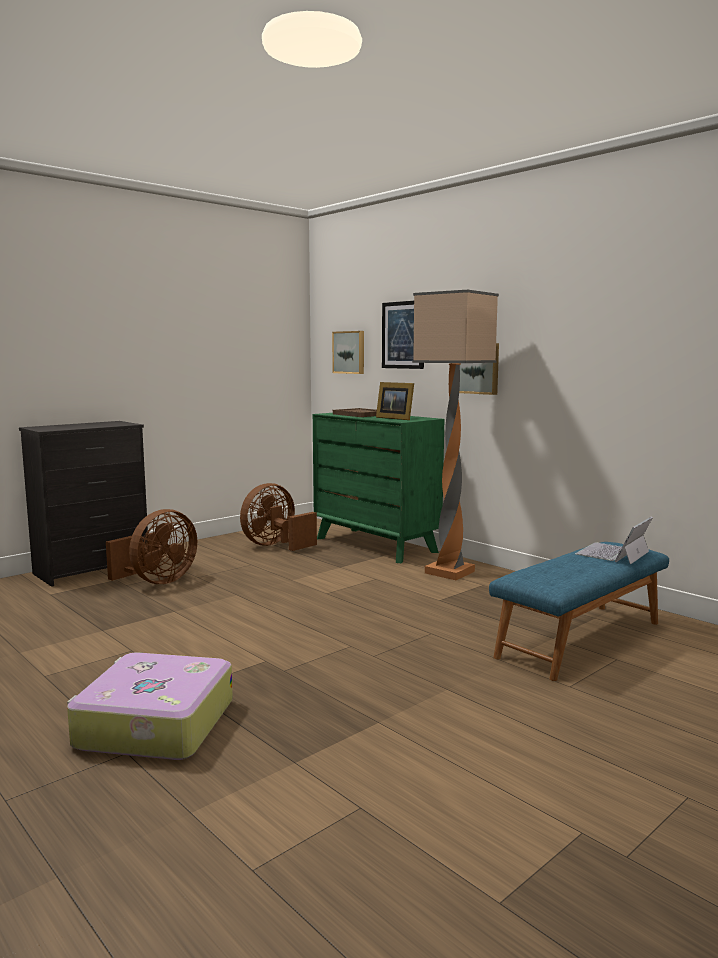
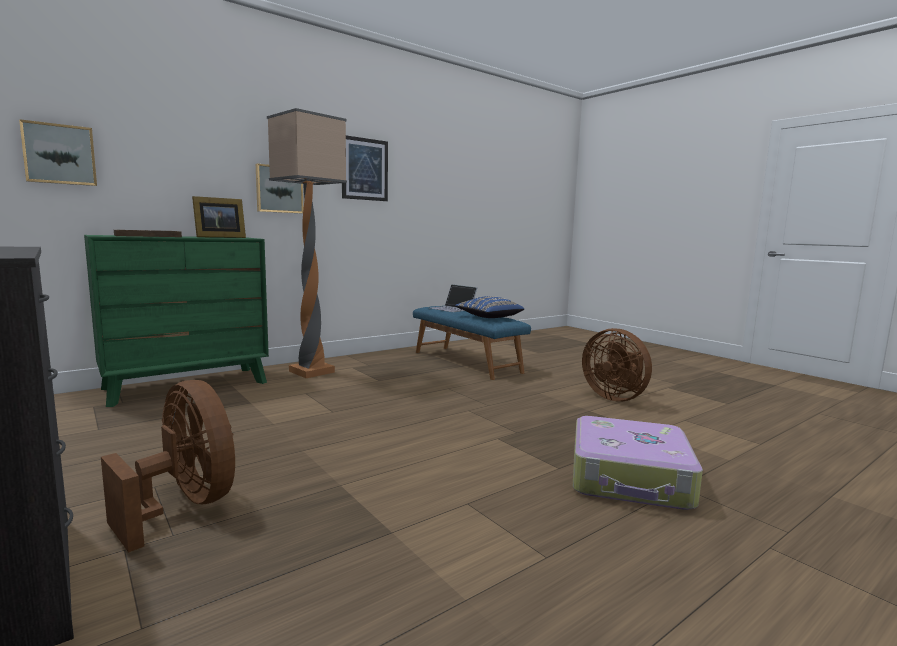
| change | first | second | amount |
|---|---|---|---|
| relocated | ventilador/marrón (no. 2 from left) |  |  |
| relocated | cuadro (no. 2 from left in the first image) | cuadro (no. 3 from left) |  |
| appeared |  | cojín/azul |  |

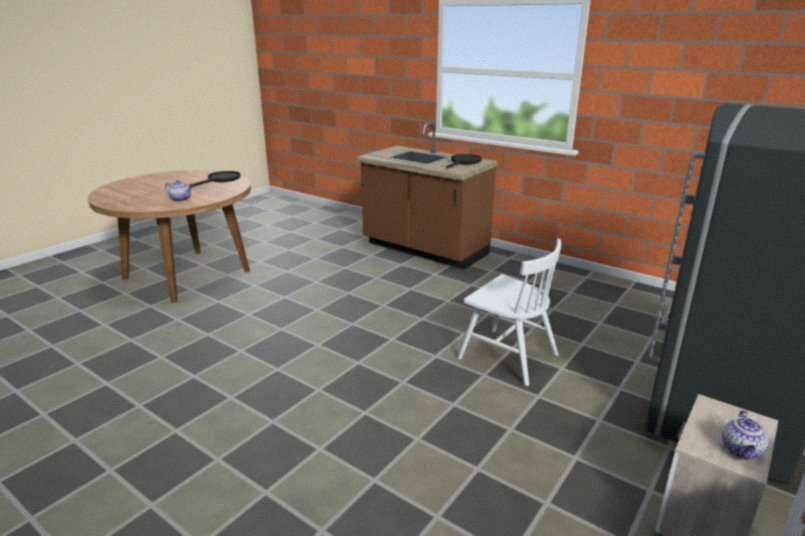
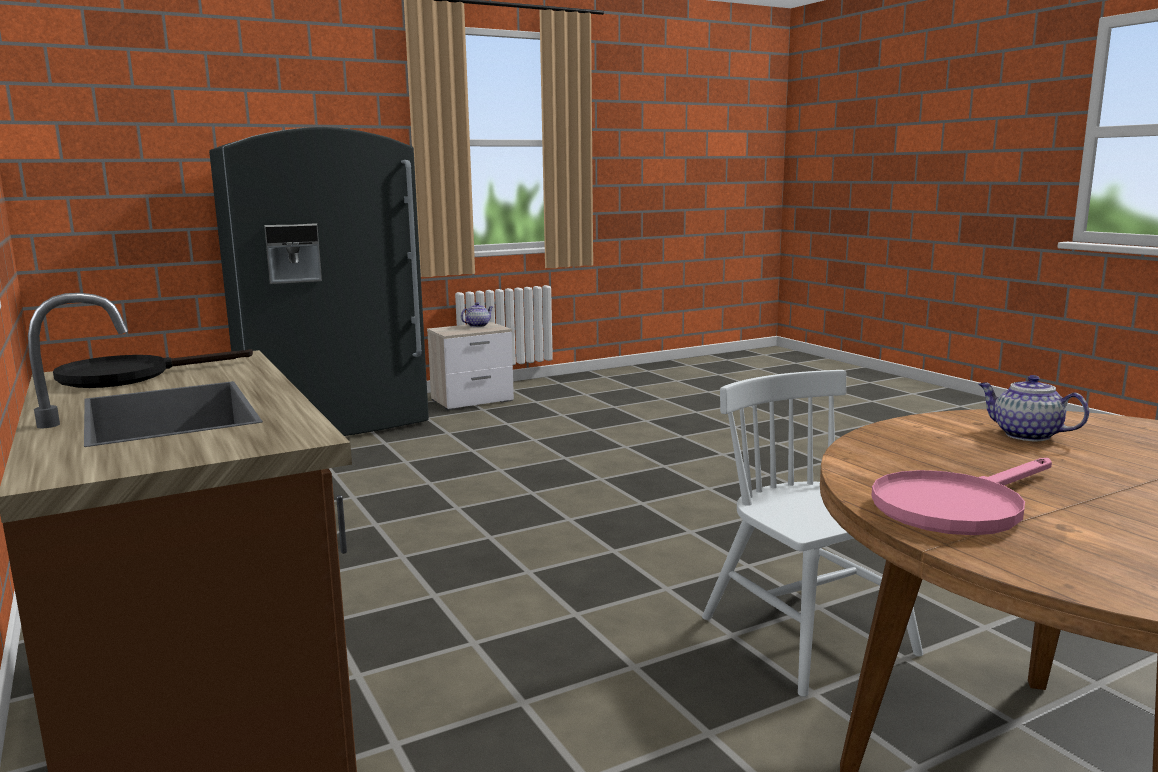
| change | first | second | amount |
|---|---|---|---|
| colour | sartén/negro (no. 1 from left) | sartén/rosa |  |
| relocated | silla/blanco |  |  |

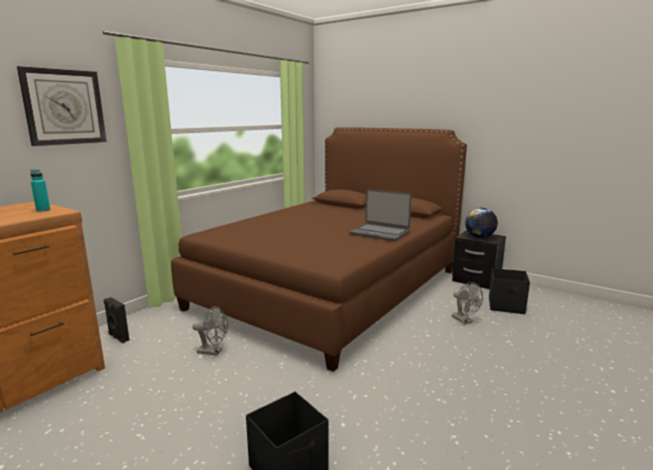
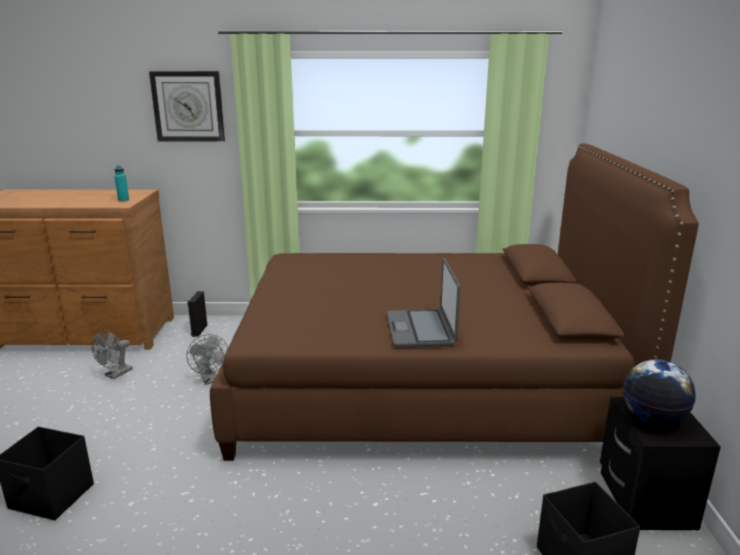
| change | first | second | amount |
|---|---|---|---|
| relocated | ventilador/gris (no. 2 from left in the first image) | ventilador/gris (no. 1 from left) |  |

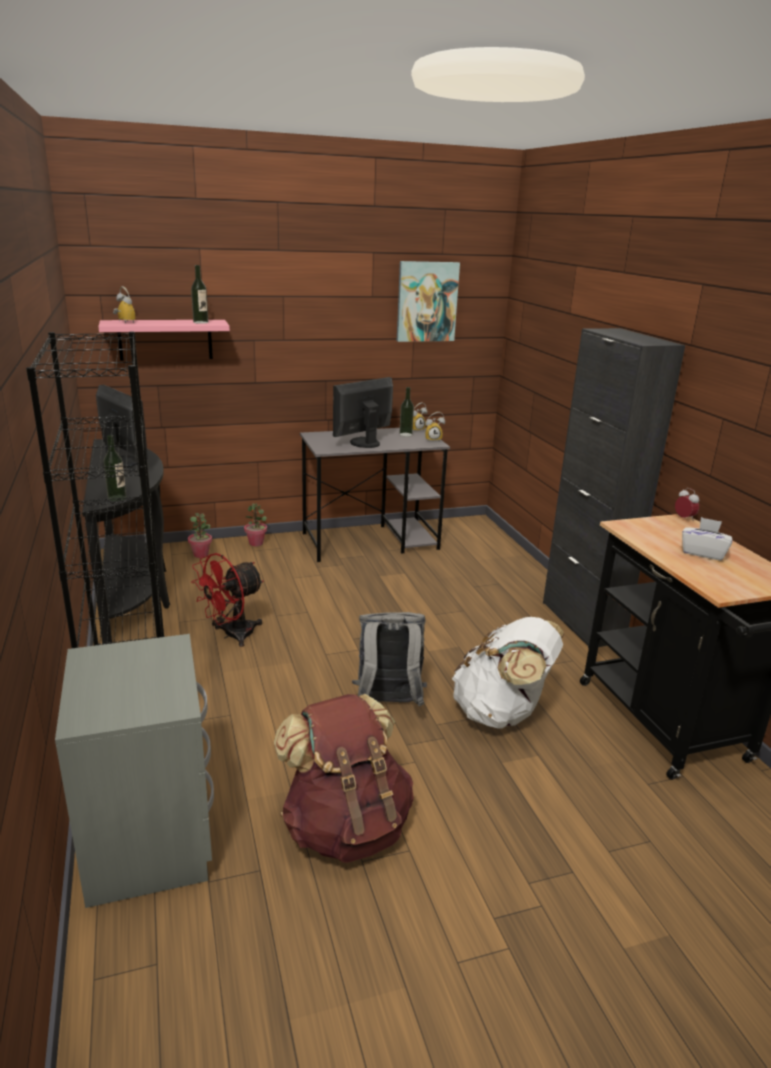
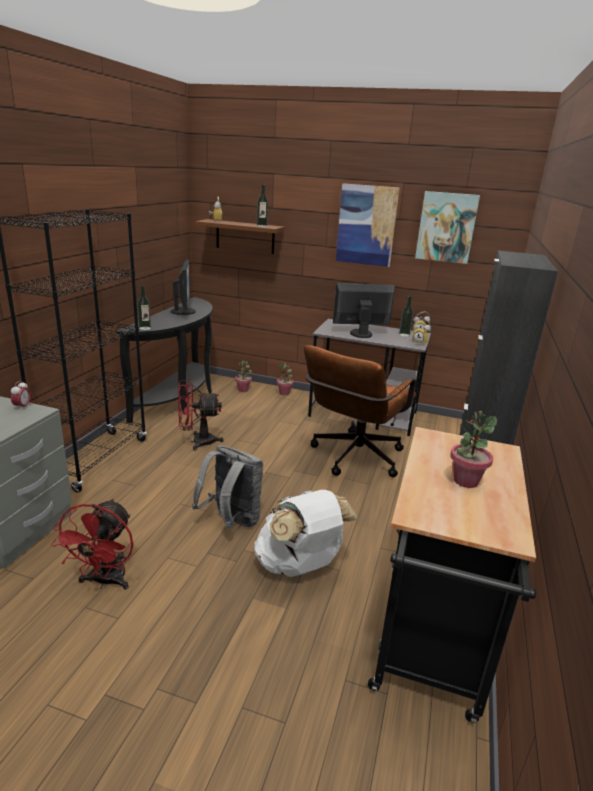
| change | first | second | amount |
|---|---|---|---|
| colour | estante/rosa | estante/marrón |  |
| exchanged | mochila/marrón | ventilador/rojo (no. 1 from left) |  |
| relocated | despertador (no. 4 from left in the first image) | despertador (no. 1 from left) |  |
| exchanged | caja de pañuelos/blanco | planta en maceta (no. 3 from left) |  |
| appeared |  | silla de oficina/marrón |  |
| appeared |  | cuadro (no. 1 from left) |  |

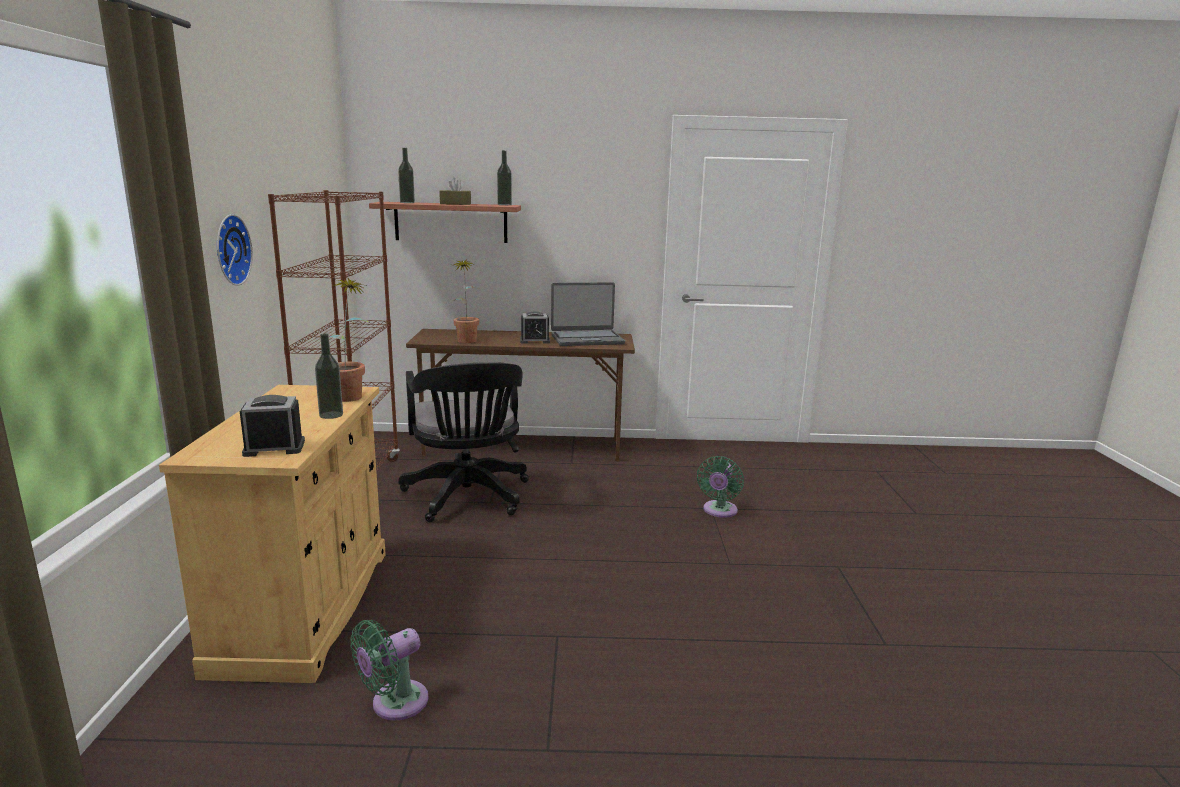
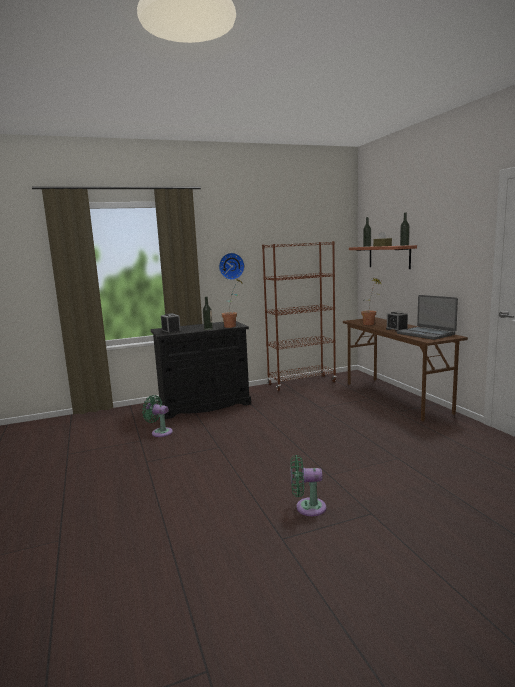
| change | first | second | amount |
|---|---|---|---|
| colour | armario/beis | armario/negro |  |
| missing | silla de oficina/negro |  |  |
| relocated | ventilador/verde (no. 2 from left) |  |  |

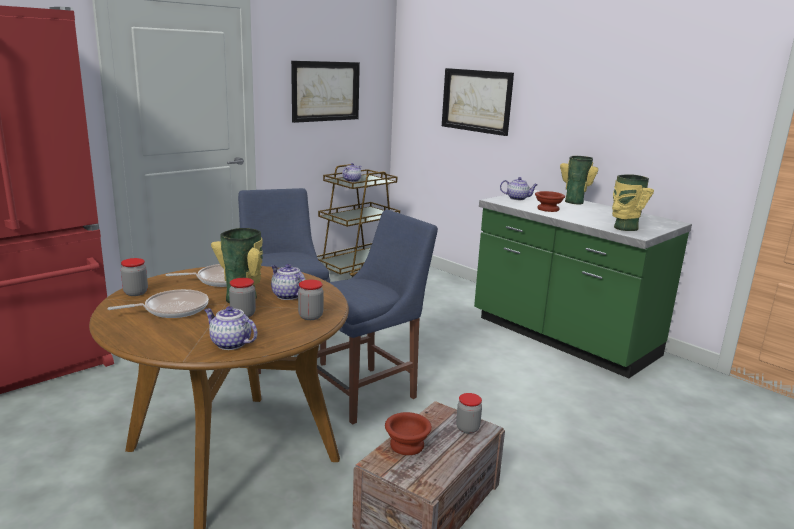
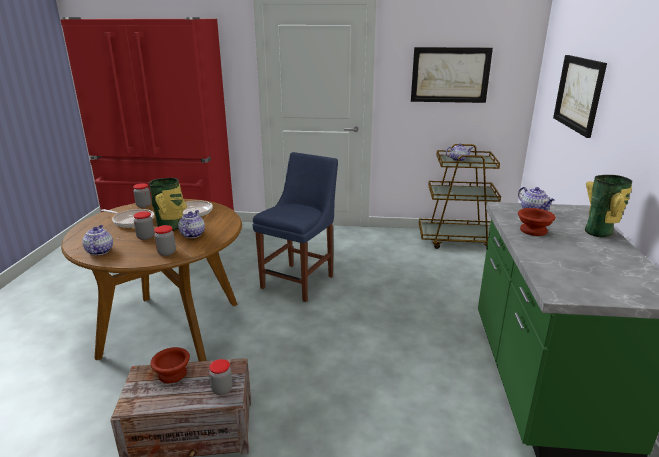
| change | first | second | amount |
|---|---|---|---|
| missing | silla/azul (no. 2 from left) |  |  |
| missing | florero (no. 3 from left) |  |  |

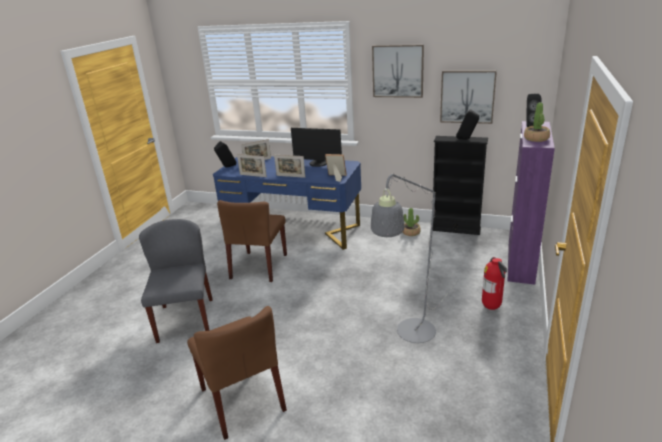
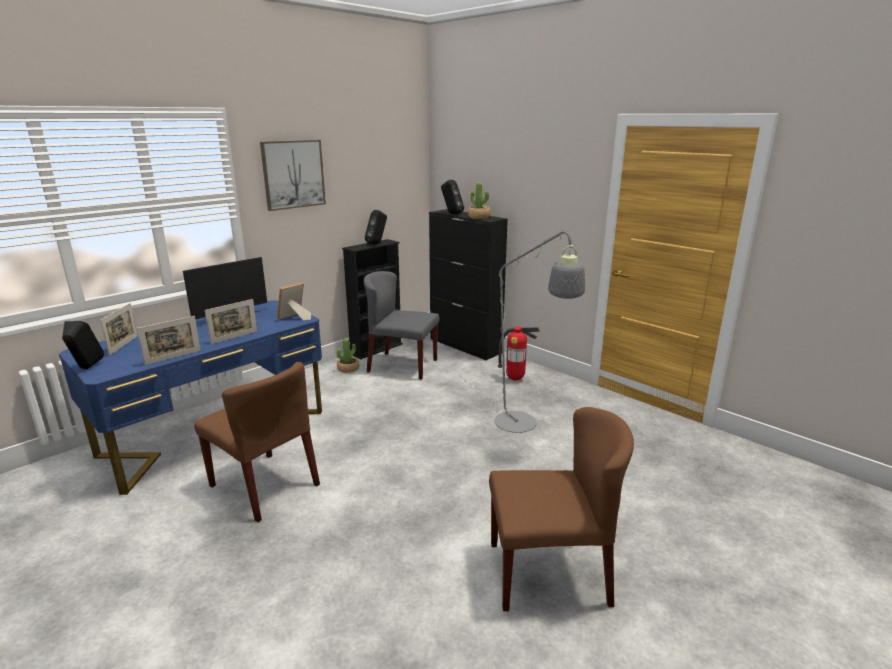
| change | first | second | amount |
|---|---|---|---|
| relocated | silla/gris |  |  |
| missing | cuadro (no. 2 from left) |  |  |
| colour | armario/morado | armario/negro |  |

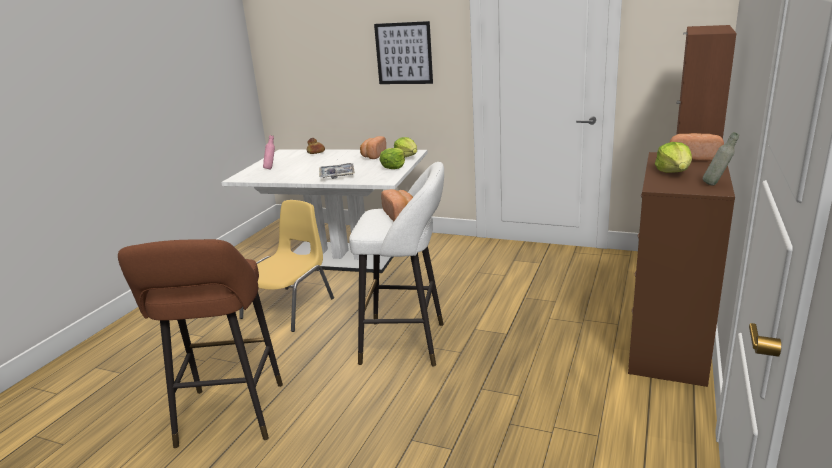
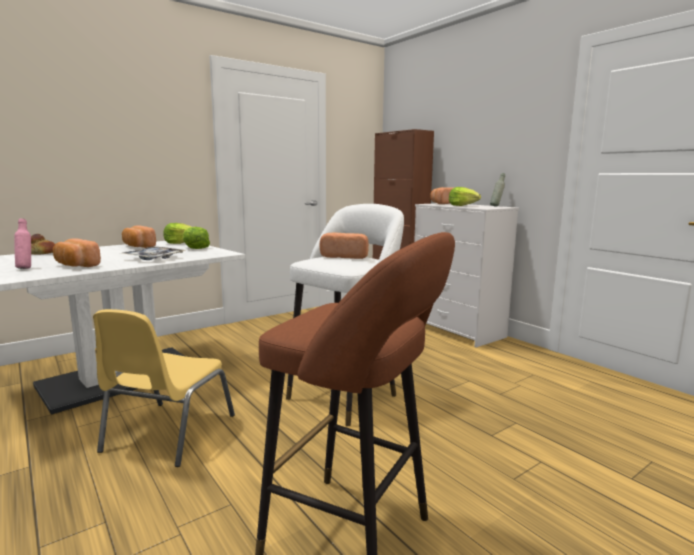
| change | first | second | amount |
|---|---|---|---|
| spun | silla/amarillo |  | 135 degrees counterclockwise |
| missing | cuadro |  |  |
| colour | cómoda/marrón | cómoda/blanco |  |
| appeared |  | pan (no. 2 from left) |  |

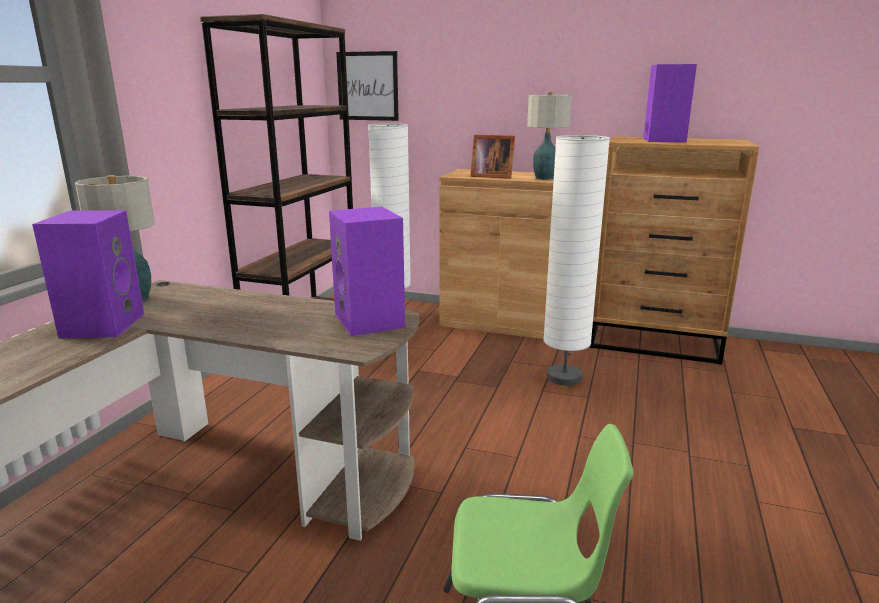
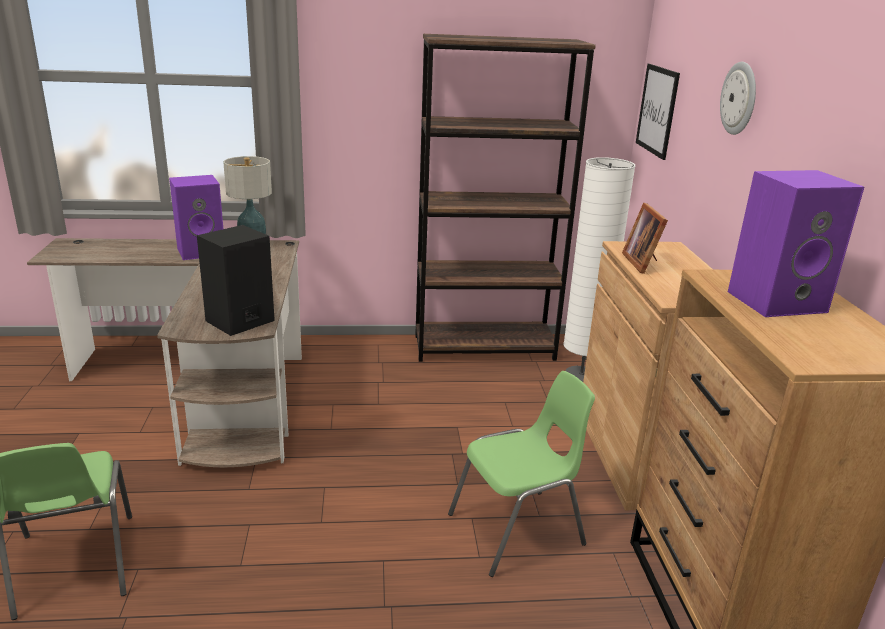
| change | first | second | amount |
|---|---|---|---|
| colour | altavoz/morado (no. 2 from left) | altavoz/negro |  |
| missing | lámpara de mesa (no. 2 from left) |  |  |
| exchanged | lámpara de pie/blanco (no. 2 from left) | silla/verde (no. 2 from left) |  |
| appeared |  | reloj de pared |  |

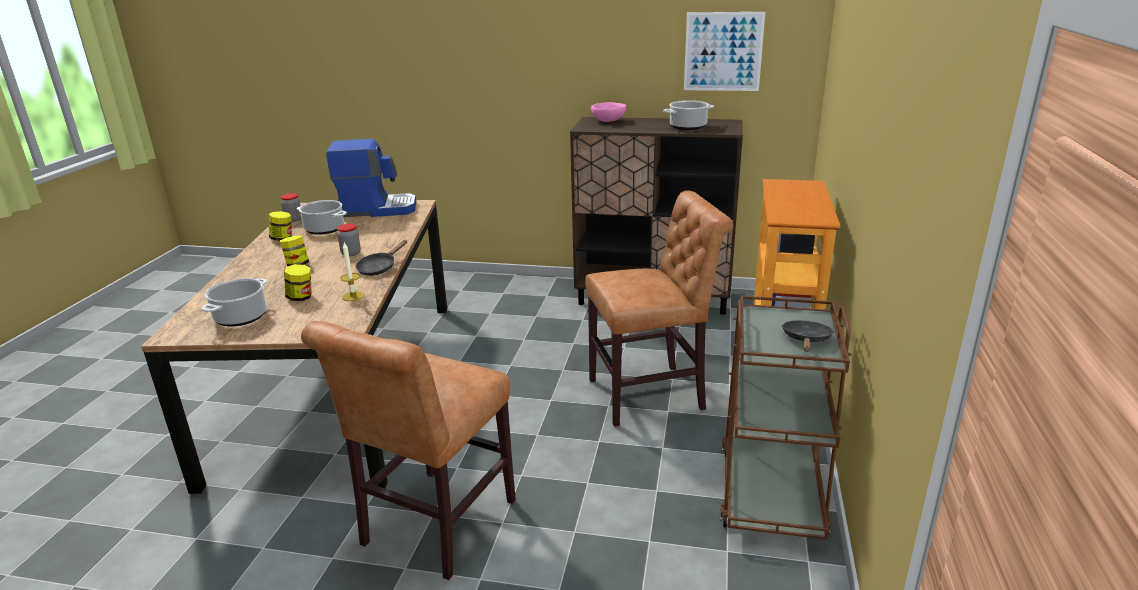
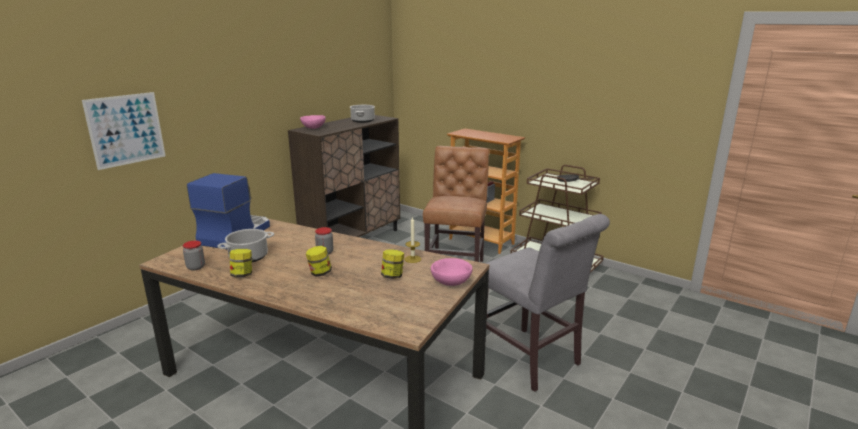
| change | first | second | amount |
|---|---|---|---|
| missing | olla (no. 1 from left) |  |  |
| colour | silla/marrón (no. 1 from left) | silla/gris |  |
| missing | sartén/negro (no. 1 from left) |  |  |
| relocated | cuadro |  |  |
| appeared |  | cuenco/rosa (no. 2 from left) |  |

